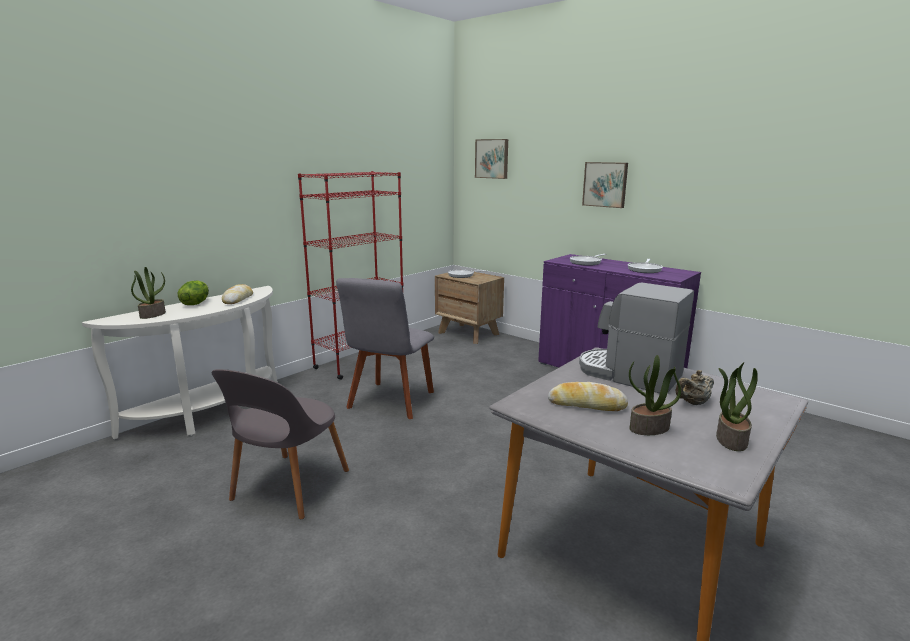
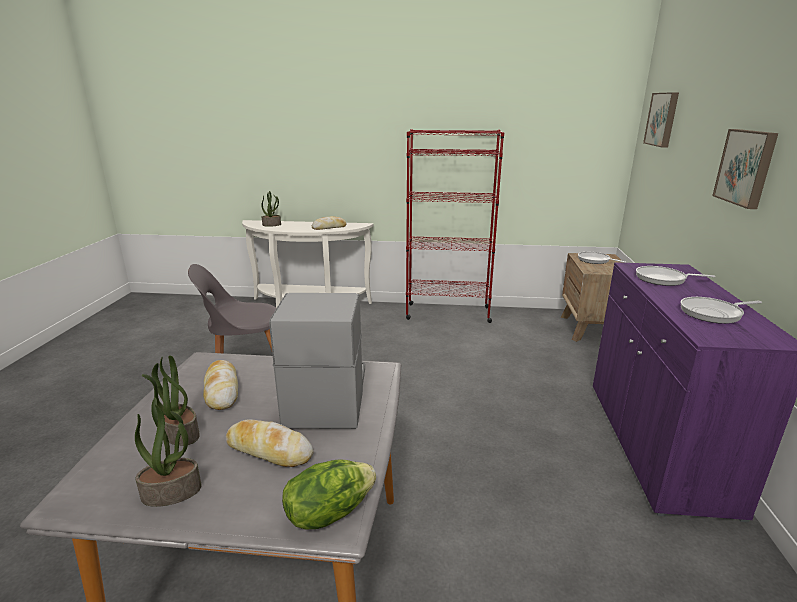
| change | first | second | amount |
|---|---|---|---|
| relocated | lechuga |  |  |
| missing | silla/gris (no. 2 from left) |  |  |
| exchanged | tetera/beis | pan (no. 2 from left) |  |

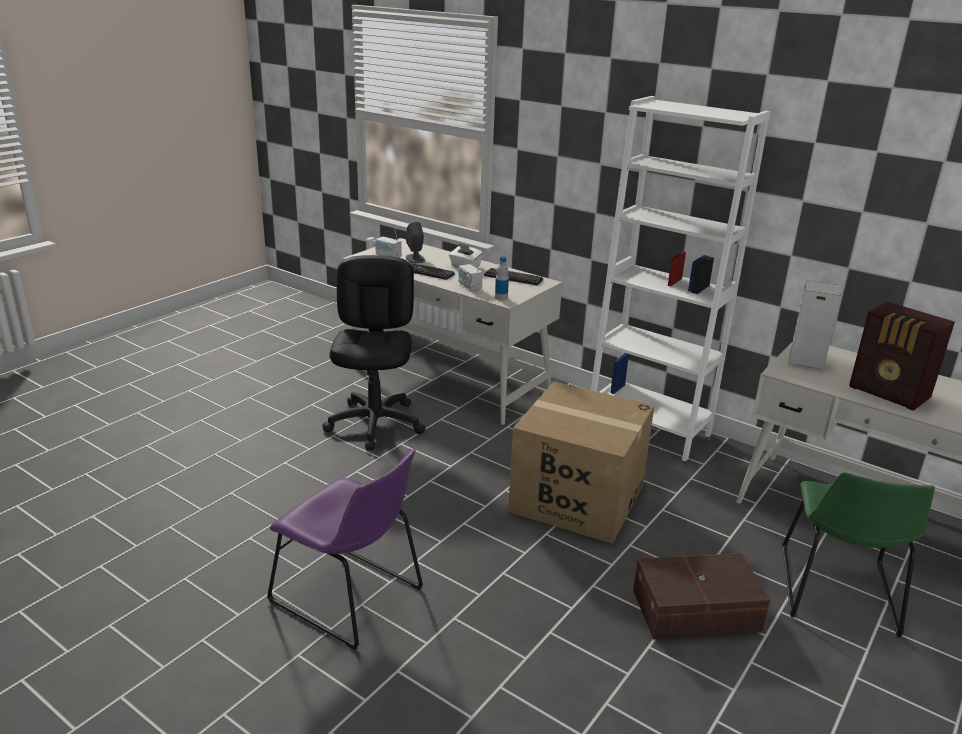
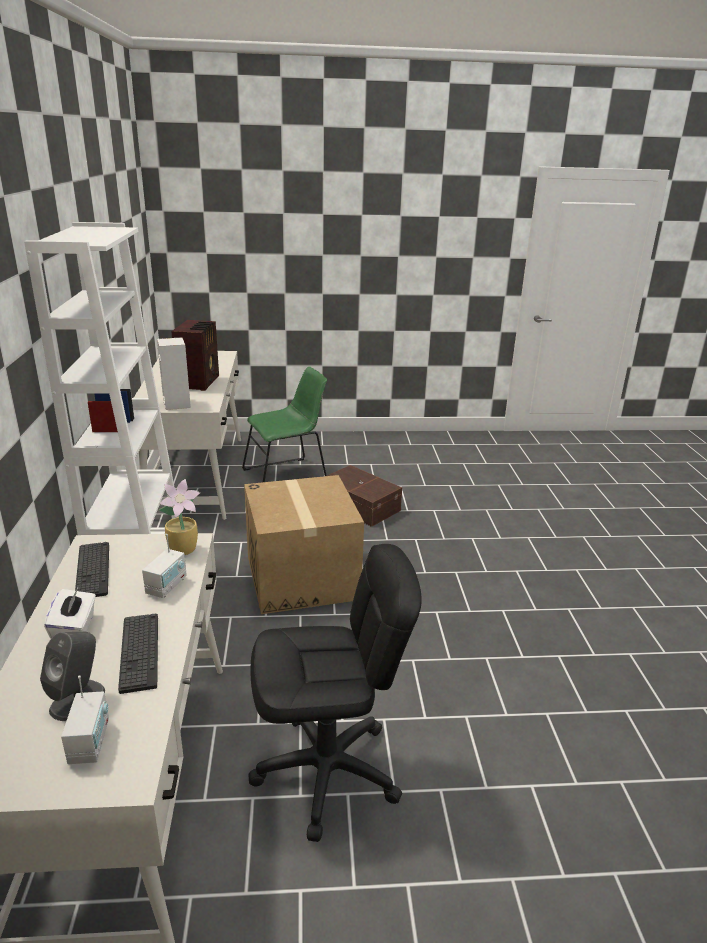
| change | first | second | amount |
|---|---|---|---|
| missing | silla/morado |  |  |
| spun | silla de oficina/negro |  | 150 degrees counterclockwise |
| exchanged | botella | planta en maceta |  |

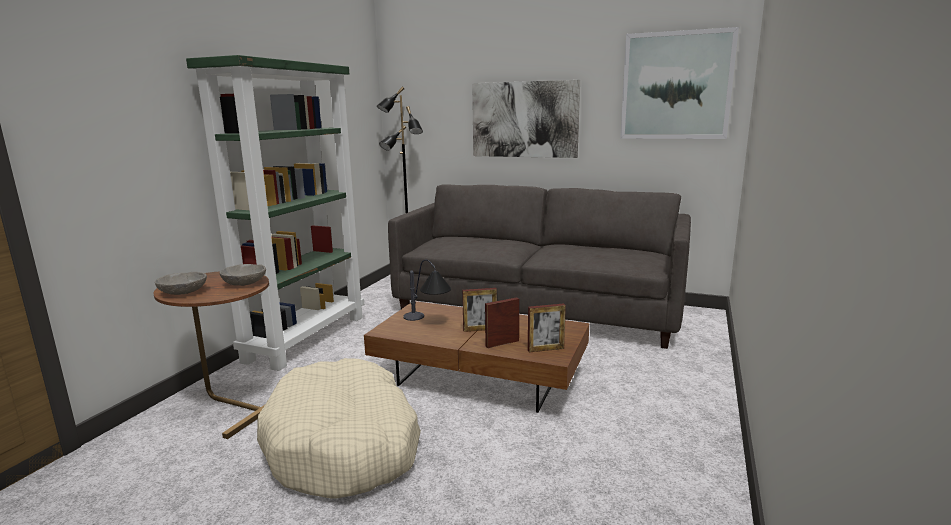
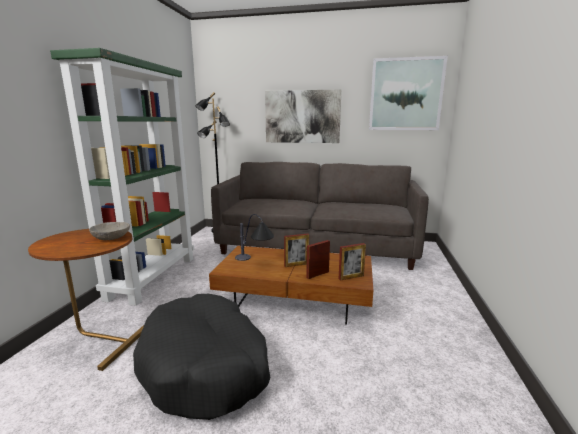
| change | first | second | amount |
|---|---|---|---|
| missing | cuenco/gris (no. 1 from left) |  |  |
| colour | cama para perro/beis | cama para perro/negro |  |

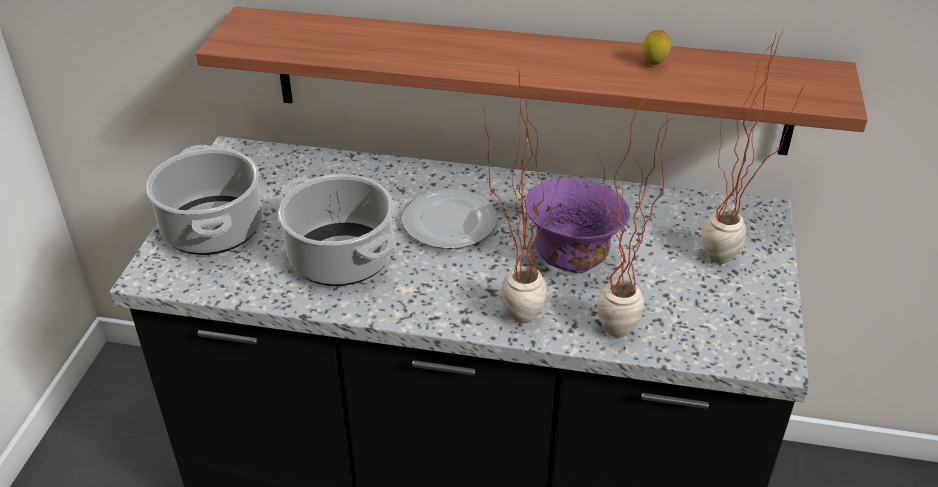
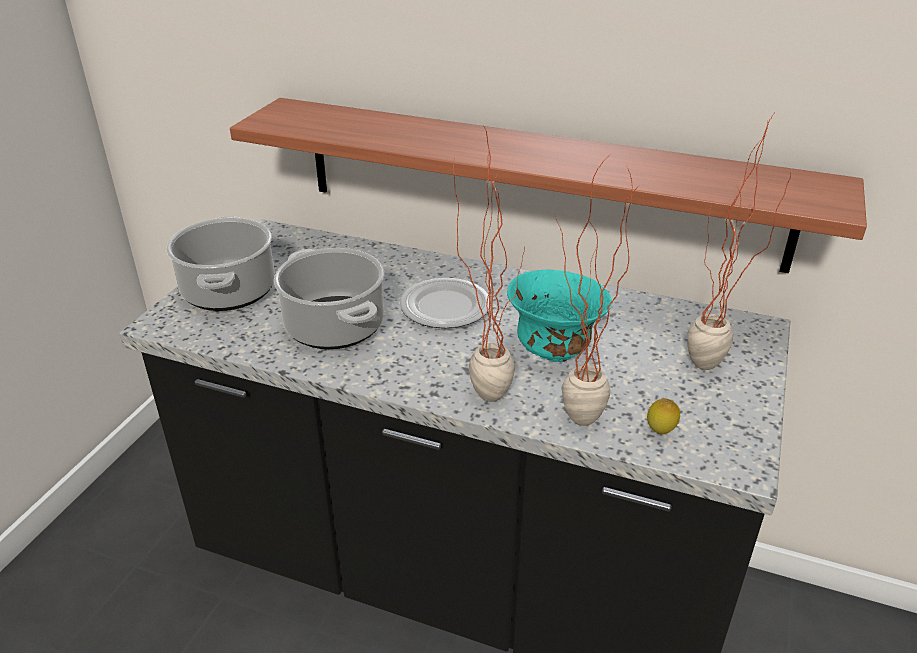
| change | first | second | amount |
|---|---|---|---|
| colour | cuenco/morado | cuenco/turquesa |  |
| relocated | limón |  |  |

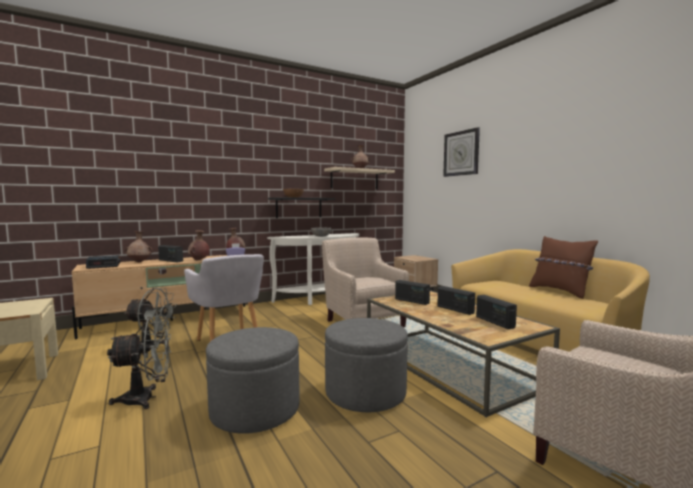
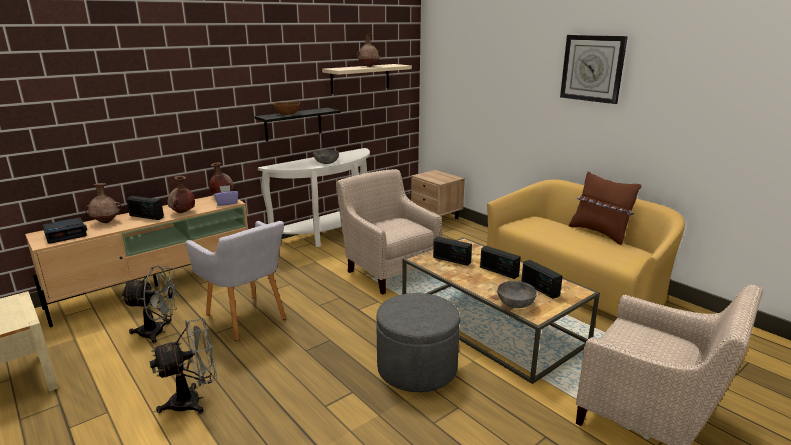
| change | first | second | amount |
|---|---|---|---|
| missing | puf/gris (no. 1 from left) |  |  |
| relocated | reloj de pared |  |  |
| appeared |  | cuenco/gris (no. 2 from left) |  |

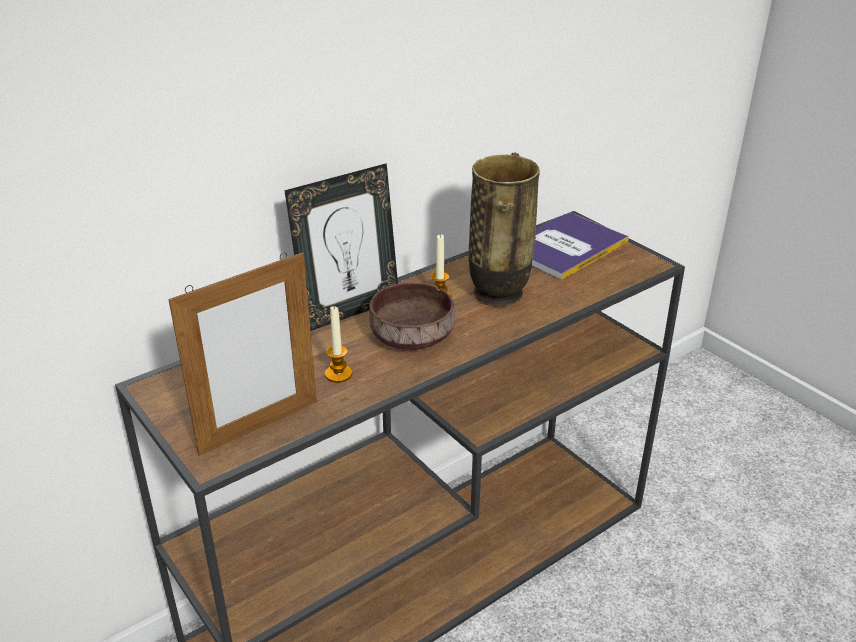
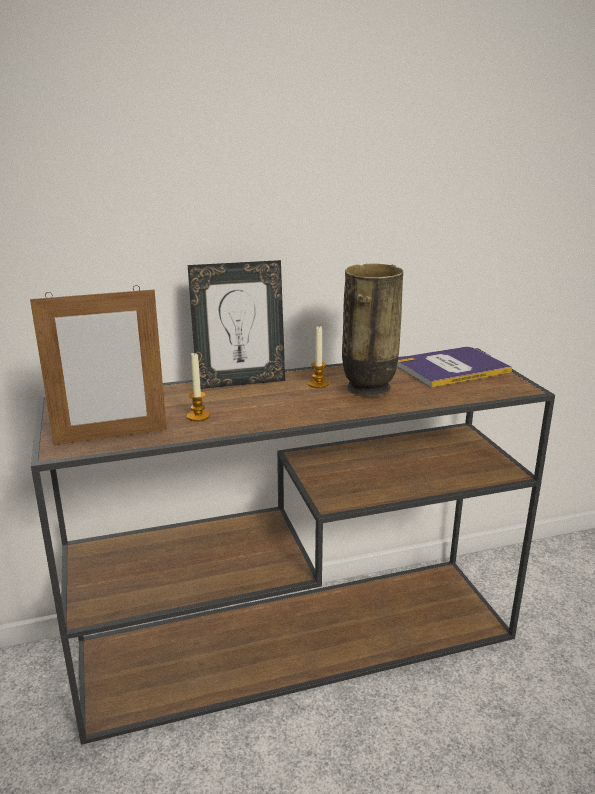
| change | first | second | amount |
|---|---|---|---|
| missing | cuenco/marrón |  |  |

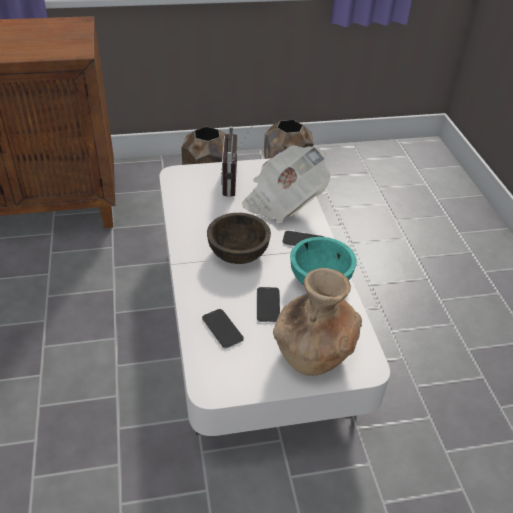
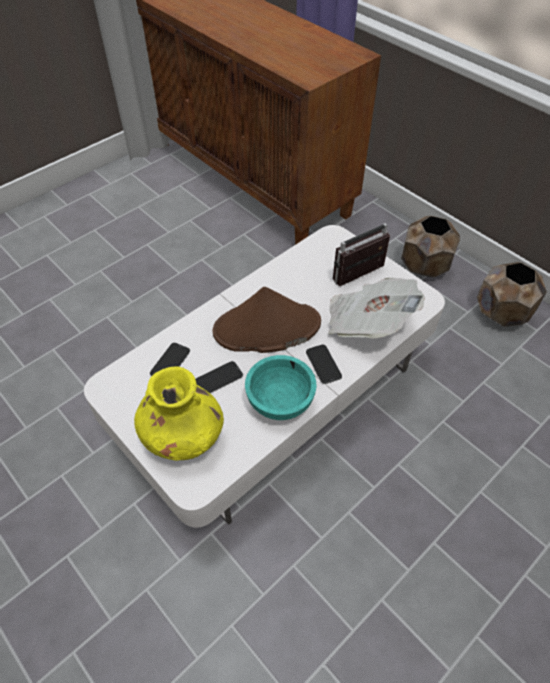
| change | first | second | amount |
|---|---|---|---|
| exchanged | cuenco/marrón | sombrero/marrón |  |
| colour | florero/marrón | florero/amarillo |  |

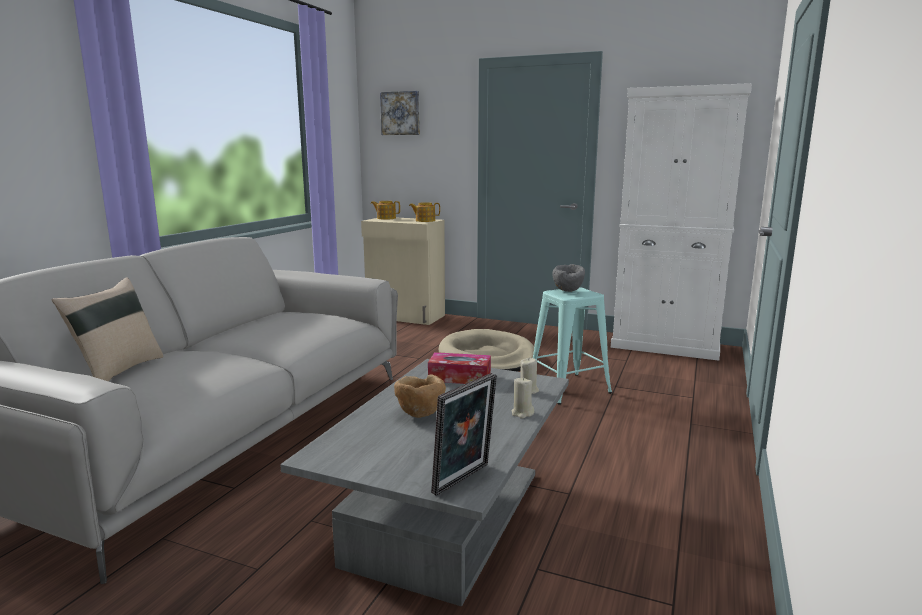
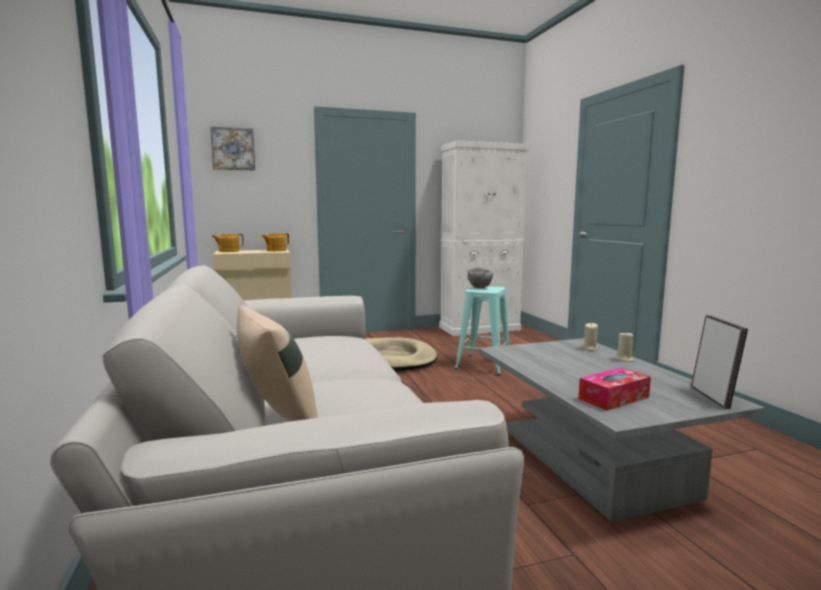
| change | first | second | amount |
|---|---|---|---|
| missing | cuenco/marrón |  |  |
| relocated | caja de pañuelos |  |  |

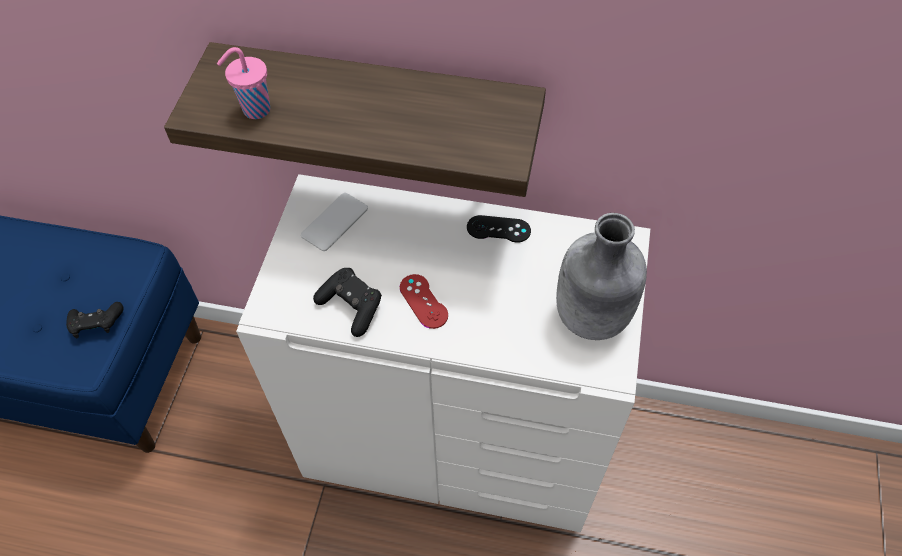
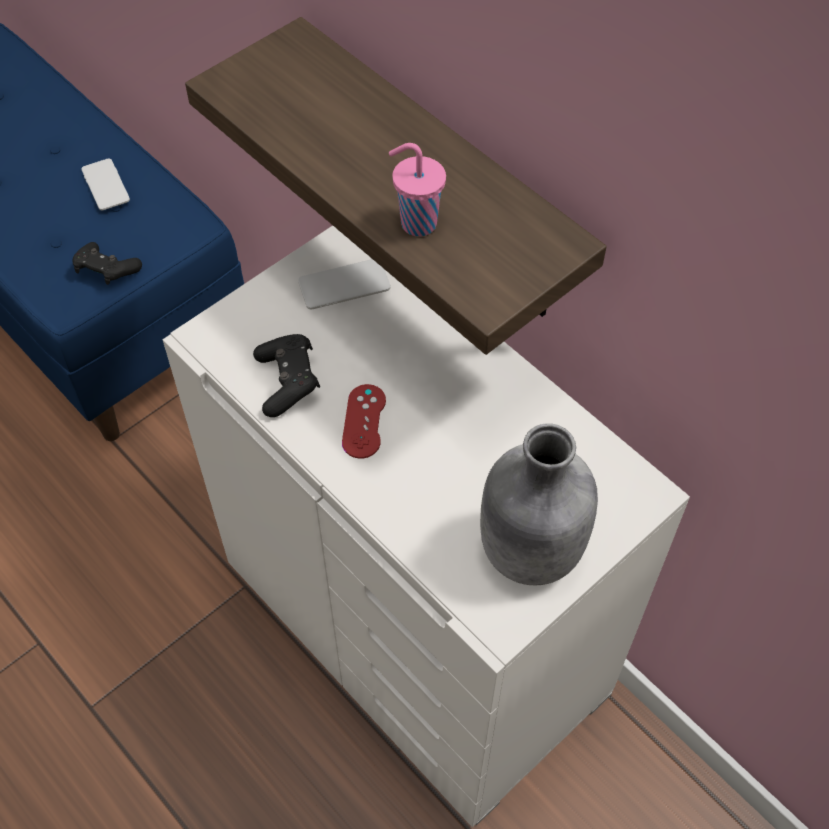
| change | first | second | amount |
|---|---|---|---|
| relocated | taza/rosa |  |  |
| missing | mando de consola/negro (no. 3 from left) |  |  |
| appeared |  | móvil (no. 1 from left) |  |

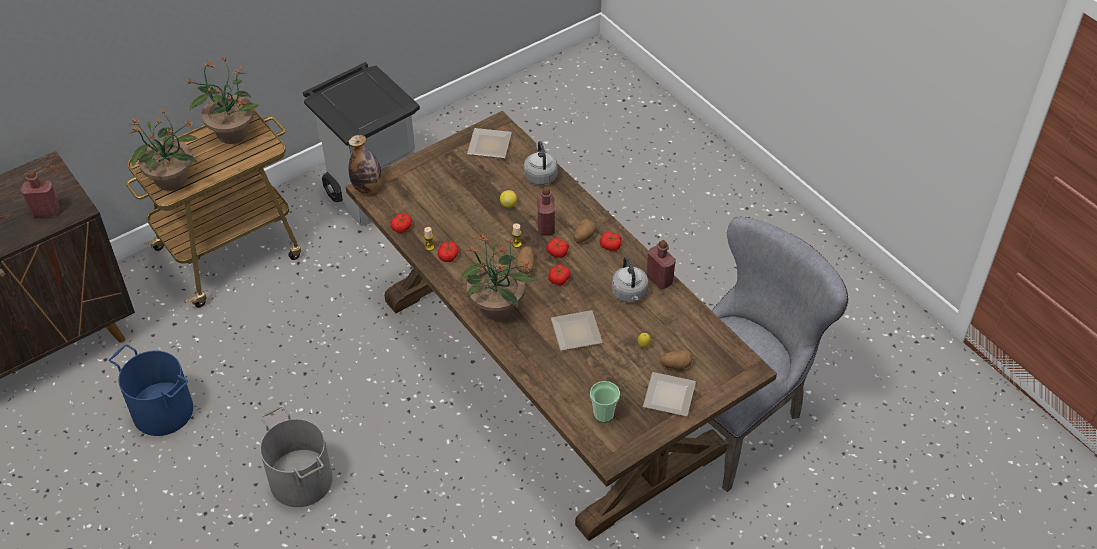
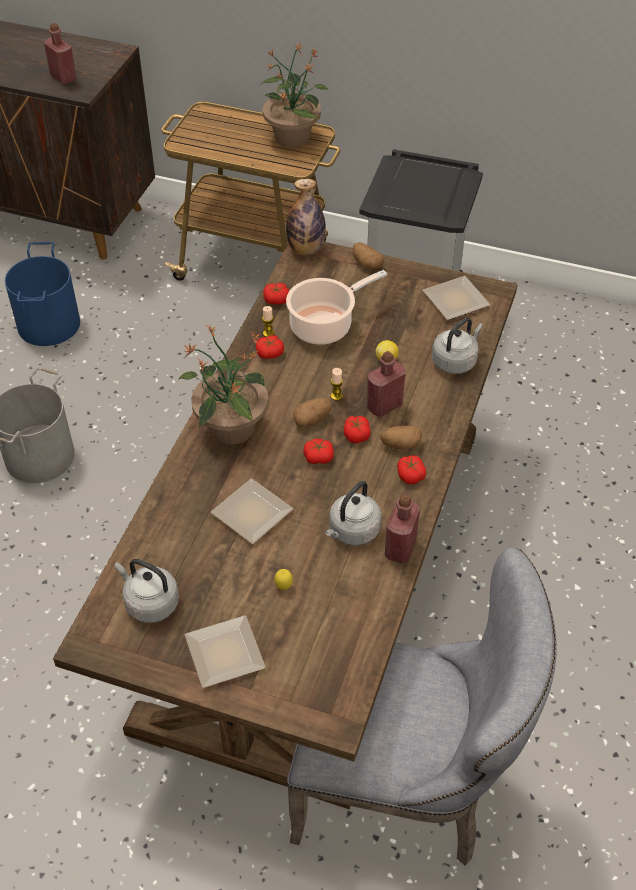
| change | first | second | amount |
|---|---|---|---|
| missing | planta en maceta (no. 1 from left) |  |  |
| exchanged | taza | hervidor/gris (no. 1 from left) |  |
| relocated | patata (no. 3 from left in the first image) | patata (no. 2 from left) |  |
| appeared |  | olla |  |

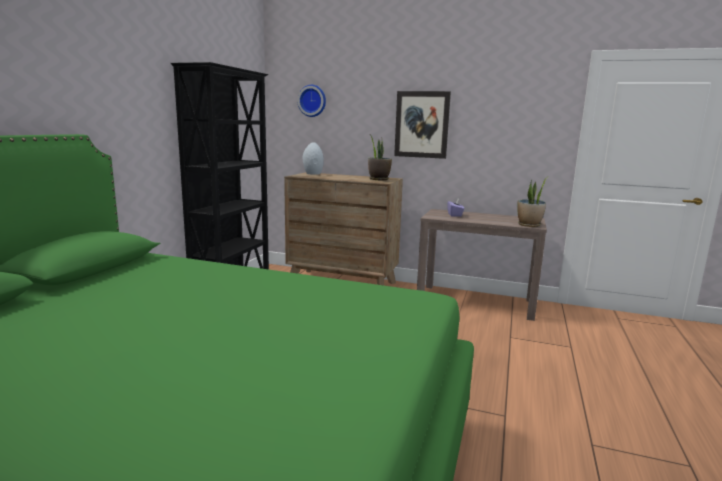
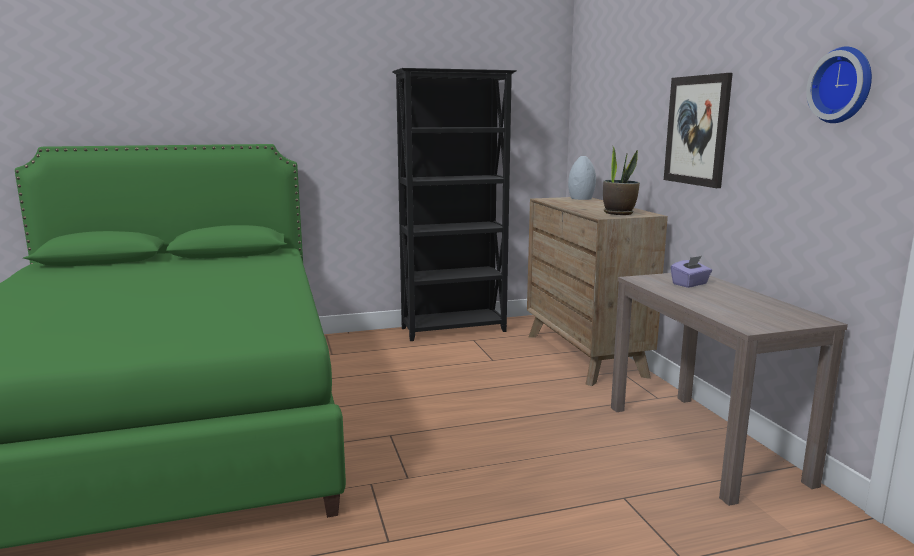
| change | first | second | amount |
|---|---|---|---|
| relocated | reloj de pared |  |  |
| missing | planta en maceta (no. 2 from left) |  |  |

